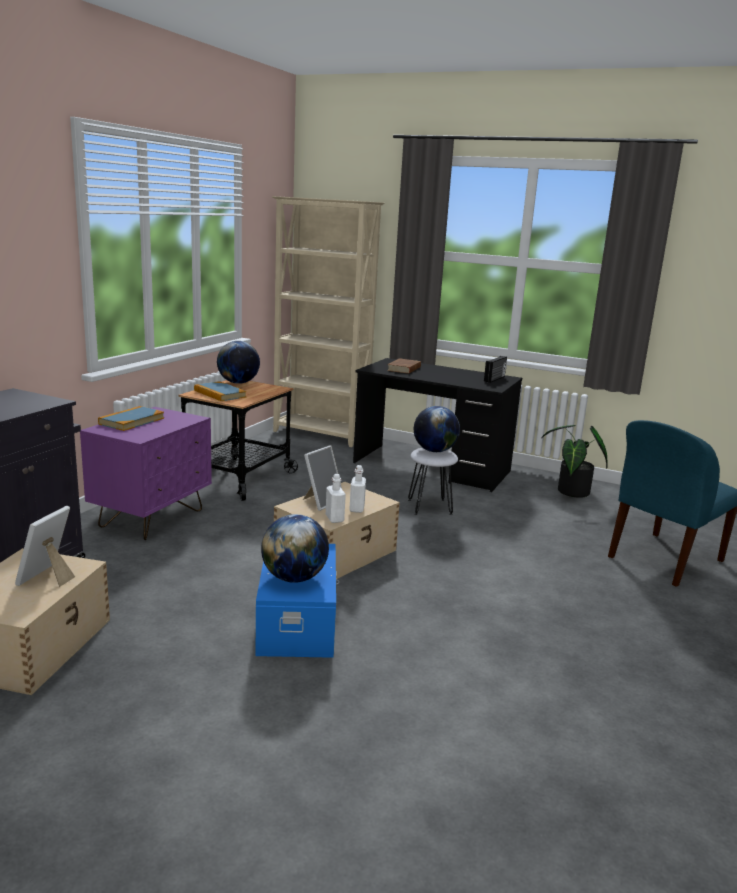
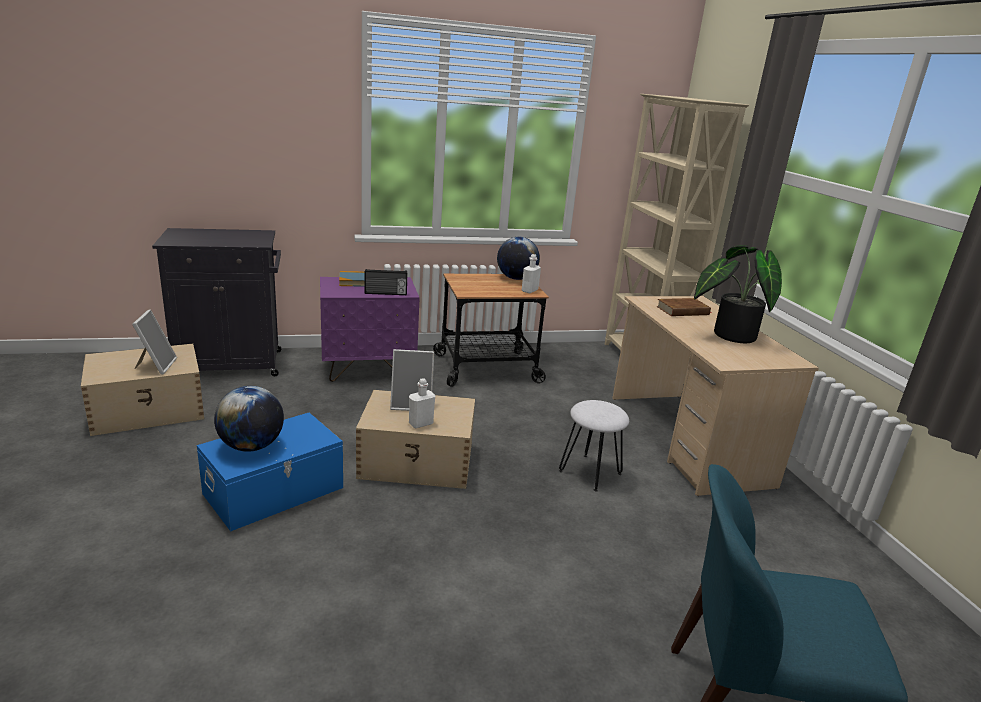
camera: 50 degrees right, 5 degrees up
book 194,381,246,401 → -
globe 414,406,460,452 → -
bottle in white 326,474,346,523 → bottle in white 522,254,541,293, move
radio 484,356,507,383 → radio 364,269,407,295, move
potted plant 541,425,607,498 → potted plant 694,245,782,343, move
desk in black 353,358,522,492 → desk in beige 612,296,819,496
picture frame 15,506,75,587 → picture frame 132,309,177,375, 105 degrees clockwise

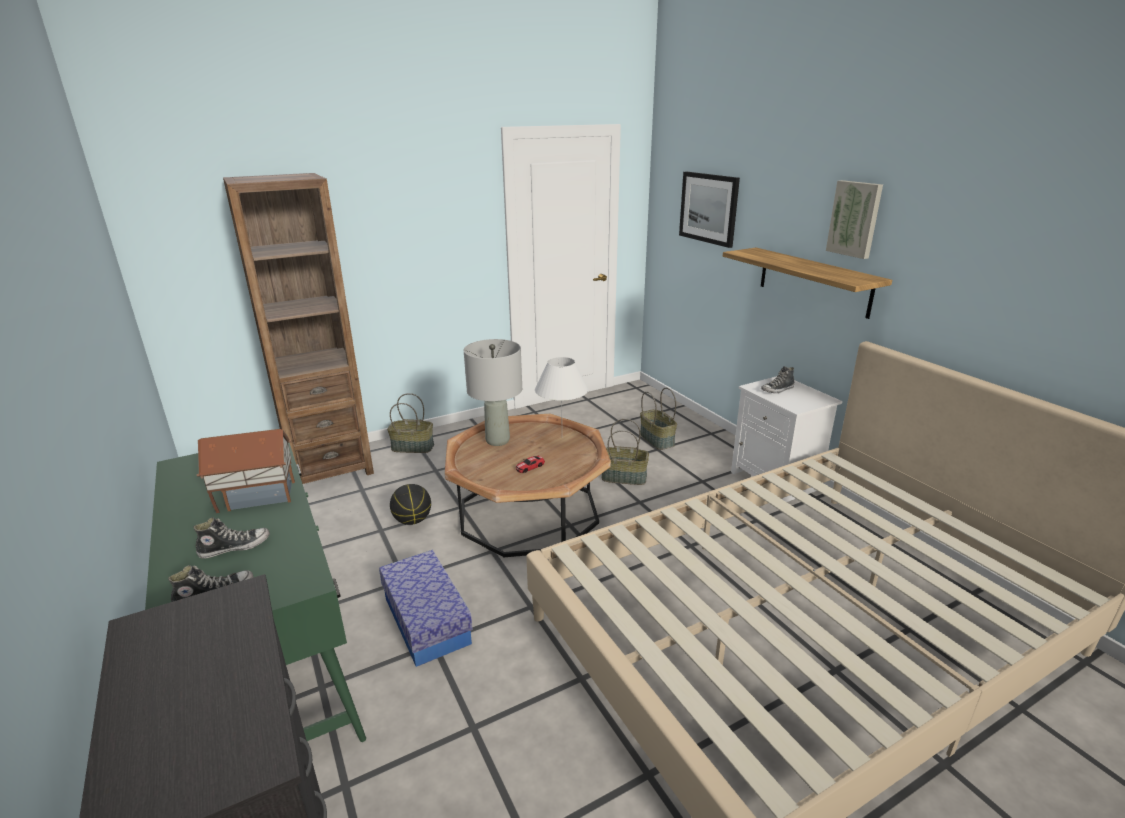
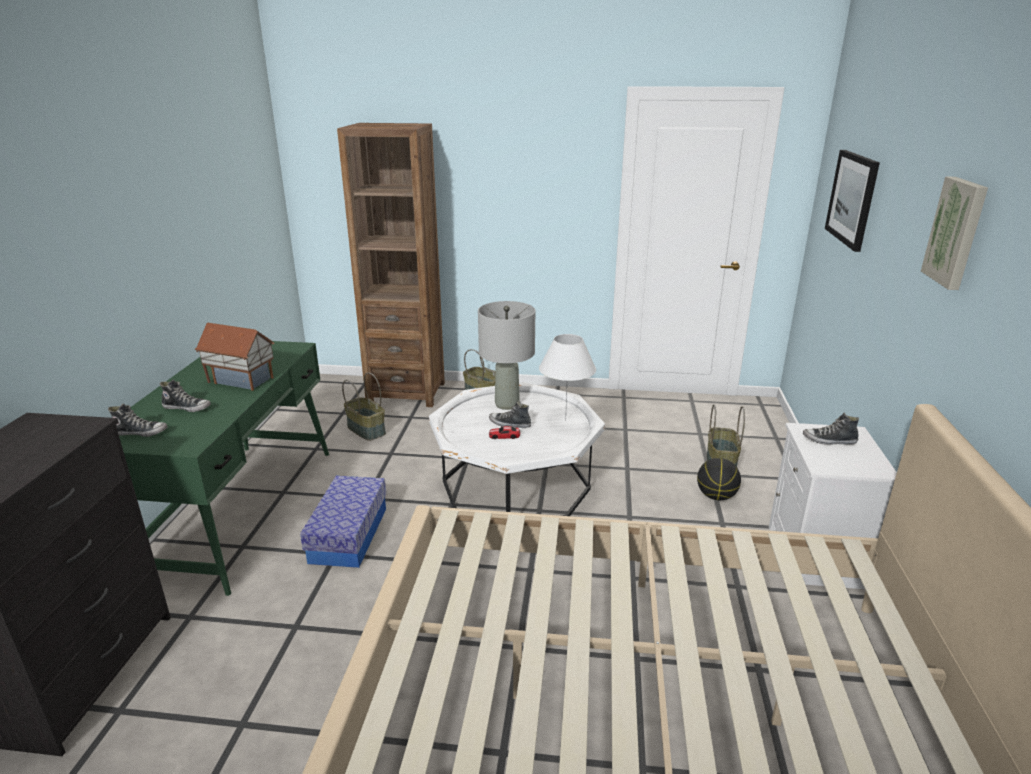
camera: 35 degrees right, 0 degrees up
shelf 723,248,892,319 → -
- → shoe 489,401,531,428
basketball 390,484,431,525 → basketball 697,458,741,500, move
basket 602,419,649,485 → basket 342,372,386,441, move
coffee table in brown 445,414,611,557 → coffee table in white 429,382,605,516

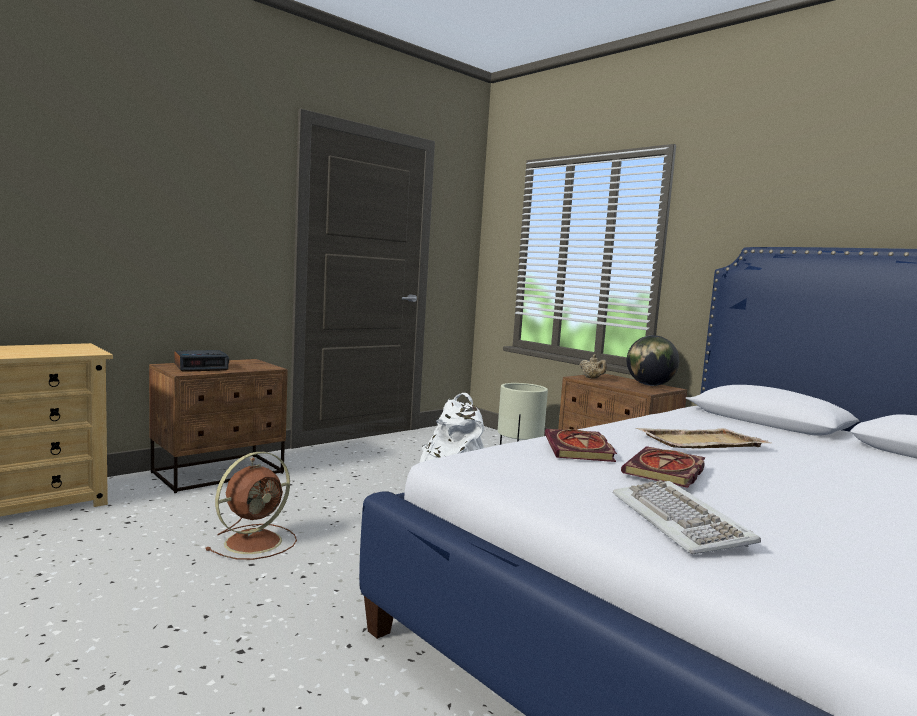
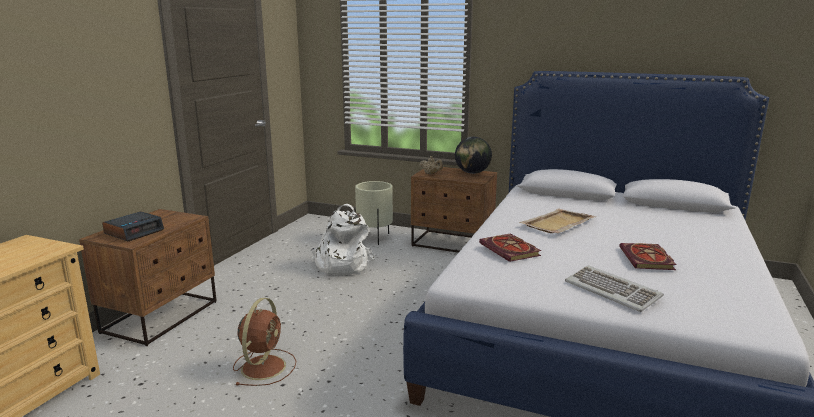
camera: 25 degrees left, 10 degrees up
book 621,446,706,488 → book 619,243,676,270, move

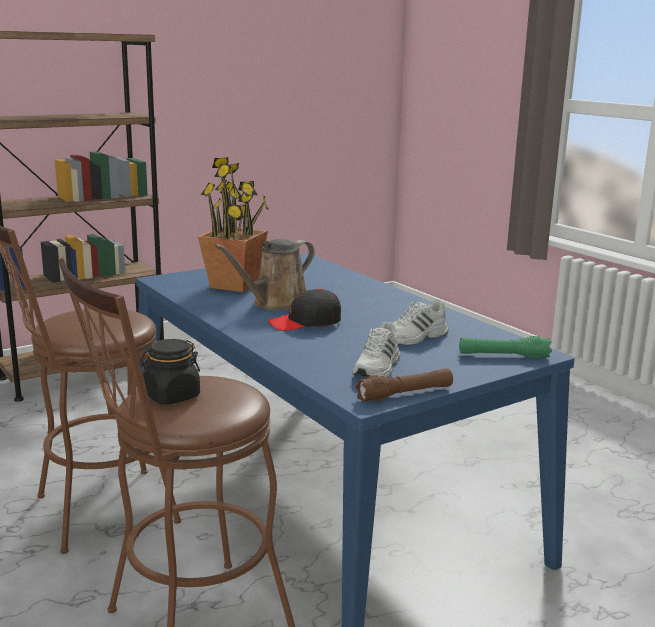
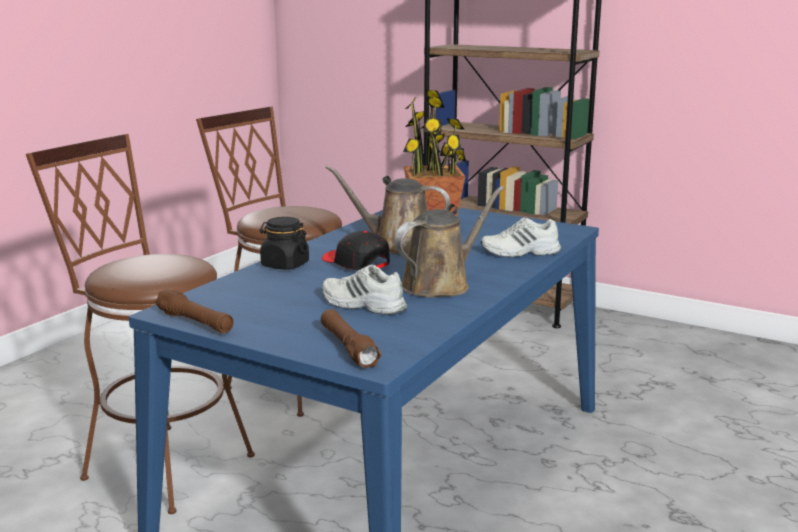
camera: 65 degrees right, 0 degrees up
- → watering can in brown 394,186,504,297
jar in black 140,339,200,405 → jar in black 260,217,309,270, move
shoe in white 352,322,400,378 → shoe in white 481,217,561,257, move
flashlight in green 459,336,552,359 → flashlight in brown 321,309,381,368

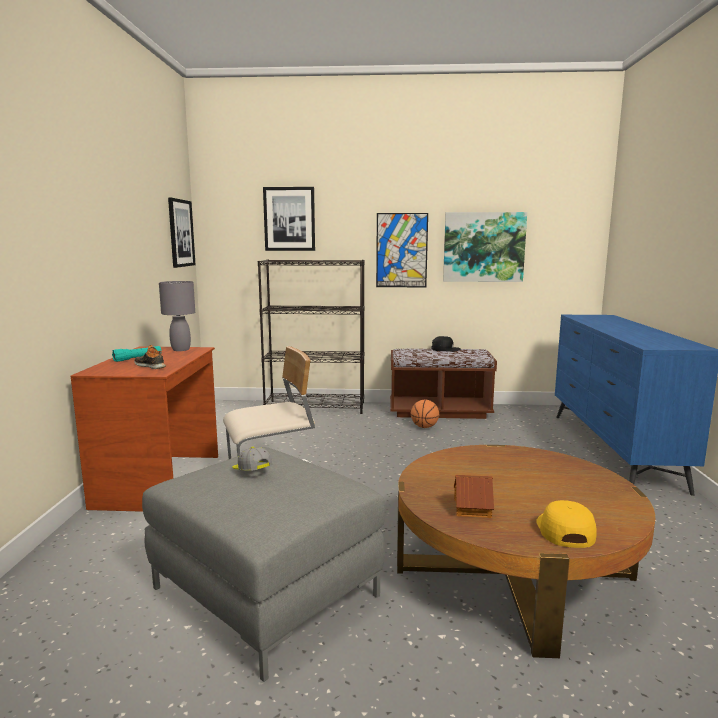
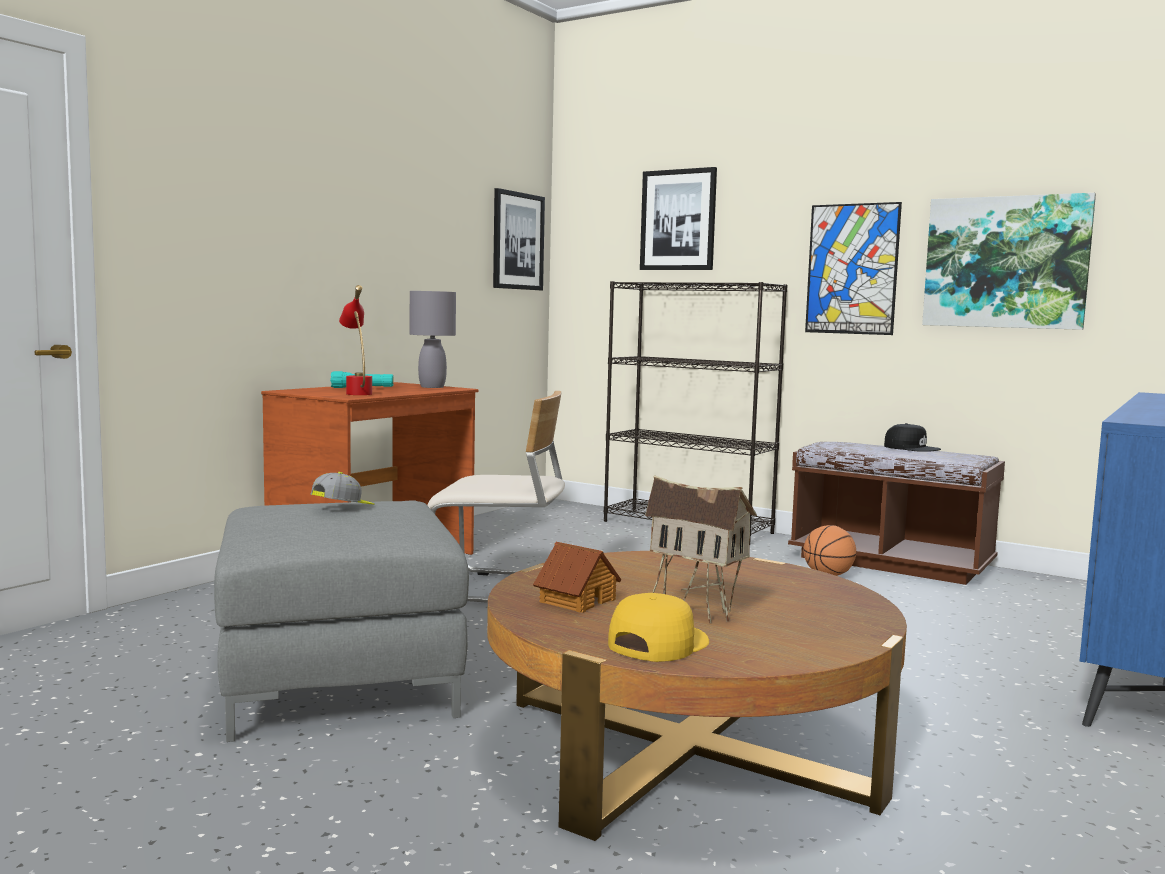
camera: 30 degrees right, 5 degrees down
- → toy house 645,475,757,624
shoe 134,345,166,369 → table lamp in red 339,285,372,395
cap 233,447,272,471 → cap 310,472,375,505, 45 degrees clockwise

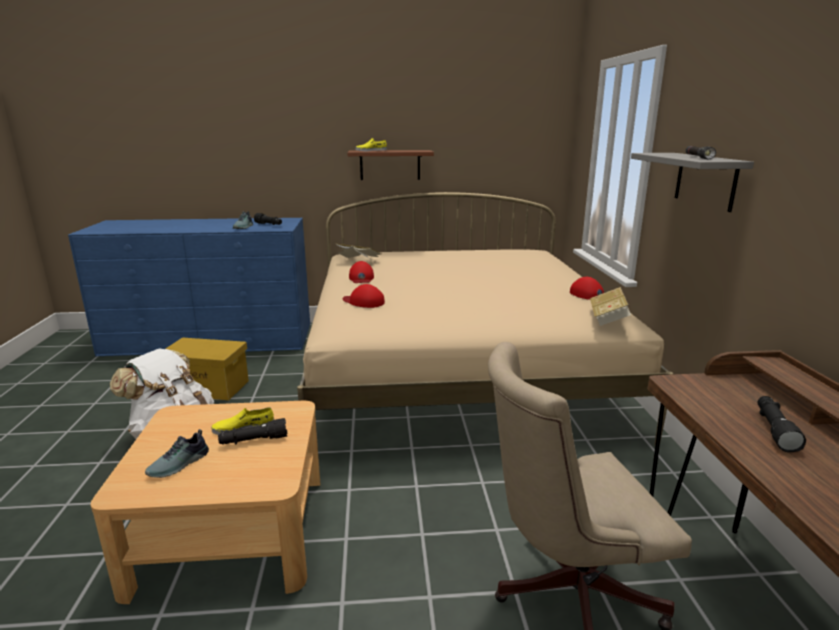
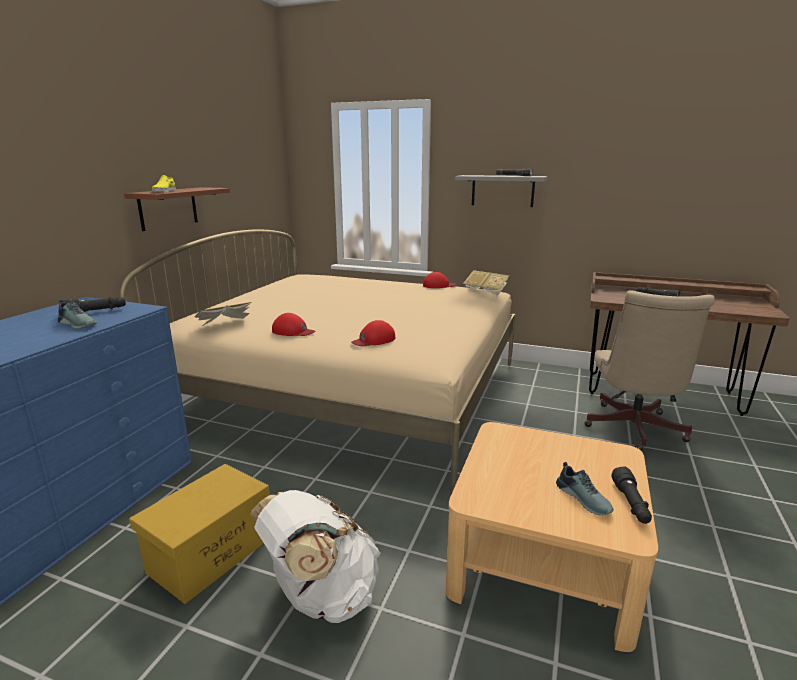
camera: 65 degrees left, 0 degrees up
shoe in yellow 211,407,274,435 → -
flashlight in black 218,418,287,445 → flashlight in black 611,466,652,524, move

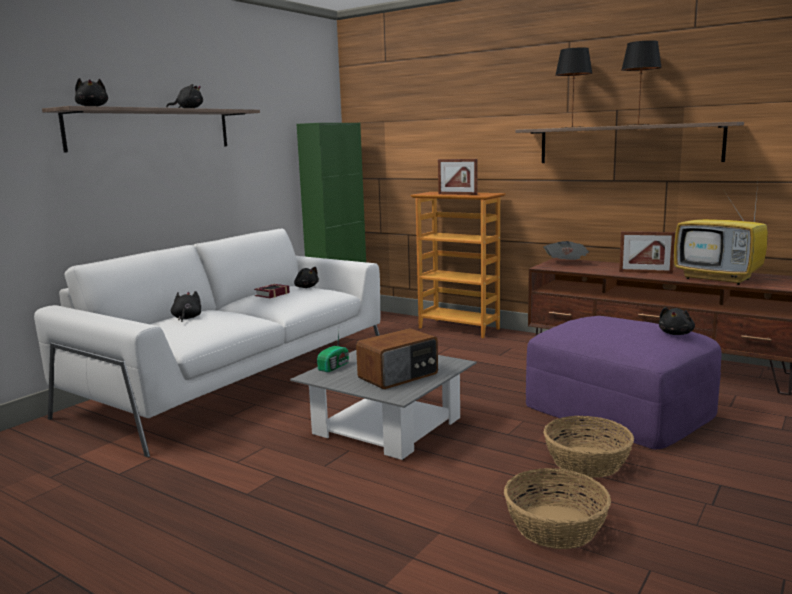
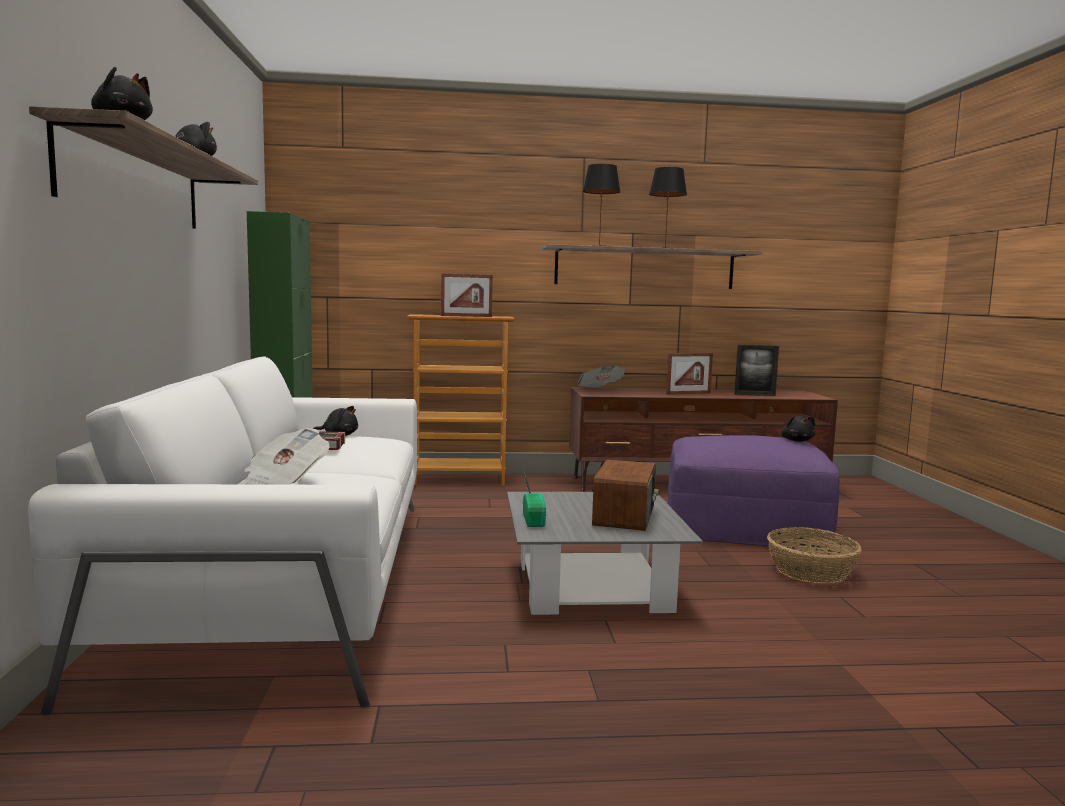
camera: 40 degrees left, 5 degrees down
basket 504,468,611,549 → -
plush toy in black 171,291,201,322 → newspaper 241,428,330,485
television 674,184,768,285 → picture frame 734,345,779,396

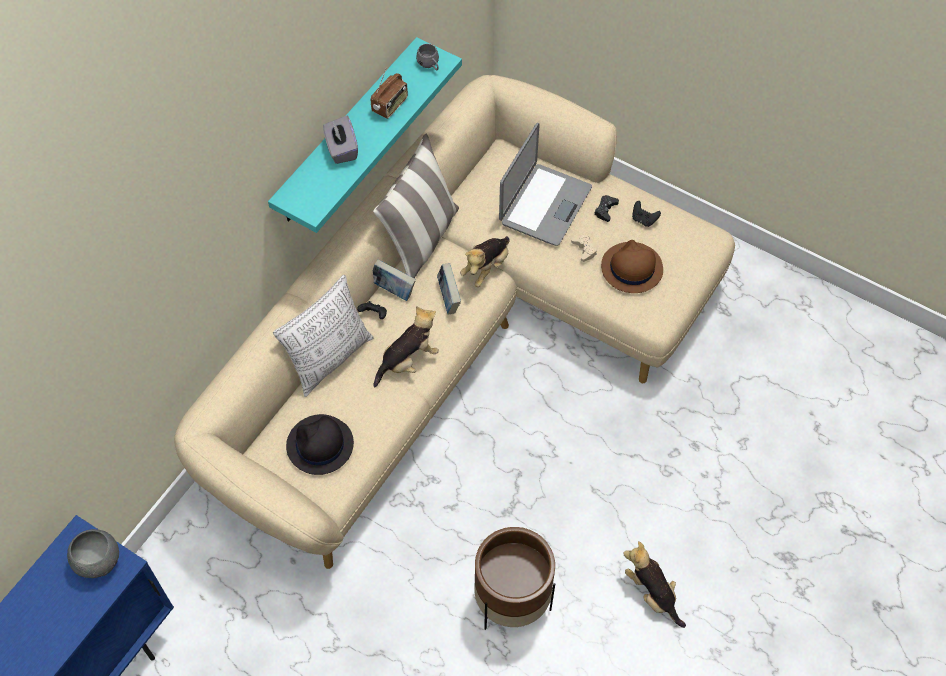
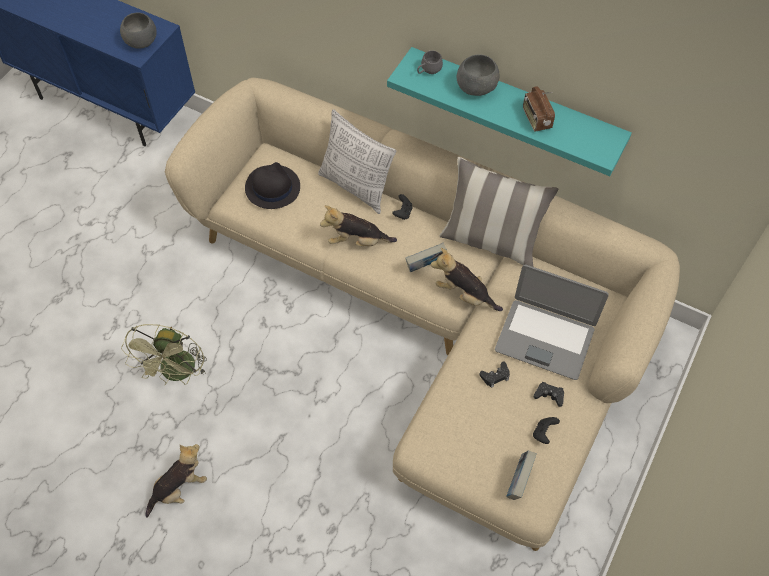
camera: 85 degrees right, 0 degrees up
hat in brown 601,240,663,293 → -
book 373,259,416,301 → book 506,450,537,500, move
mug in grey 416,44,439,71 → mug in grey 417,51,443,74, move
tissue box in grey 323,115,358,164 → bowl in grey 457,54,499,96
planter in brown 474,527,555,630 → fan in green 121,324,207,385
game controller in beige 571,235,597,262 → game controller in black 479,361,510,388
radio 370,69,408,119 → radio 523,86,555,132, 45 degrees clockwise
plush toy 374,306,439,388 → plush toy 320,205,397,247, 135 degrees clockwise

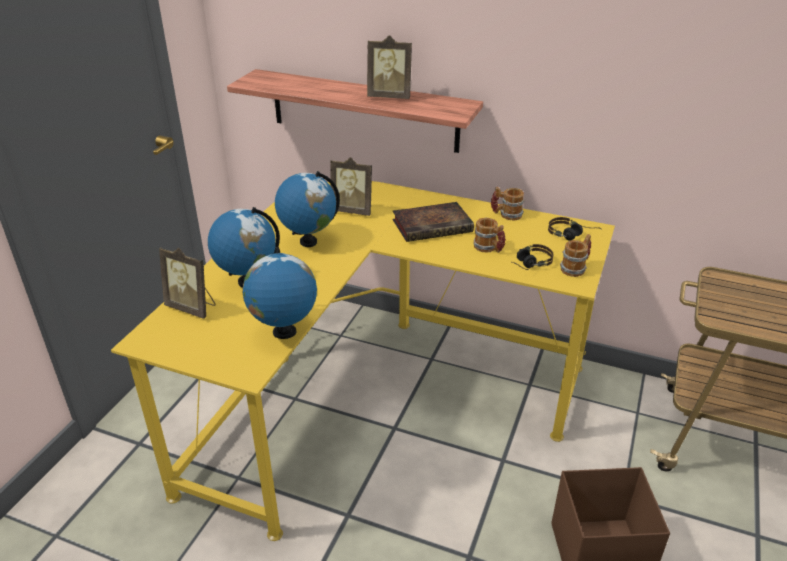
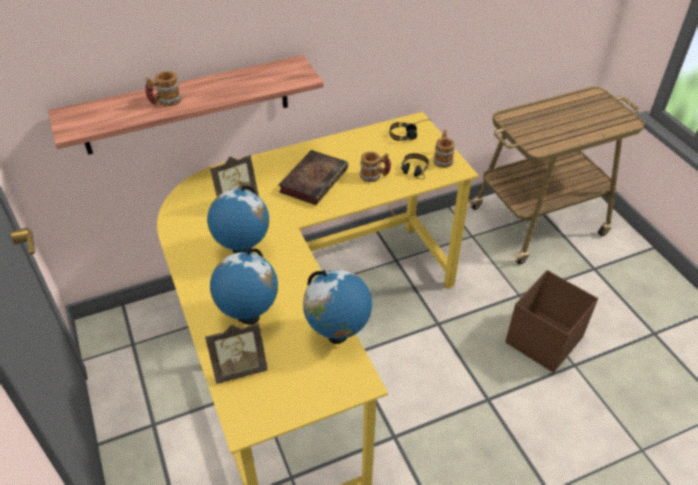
camera: 45 degrees left, 10 degrees up
picture frame 367,35,412,99 → -
mug 491,187,525,221 → mug 145,71,182,106, move

